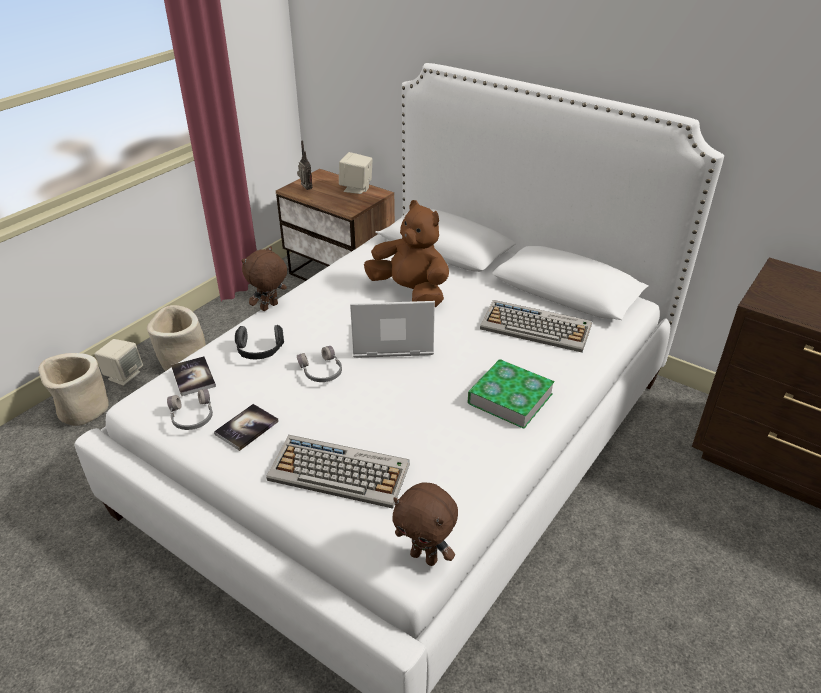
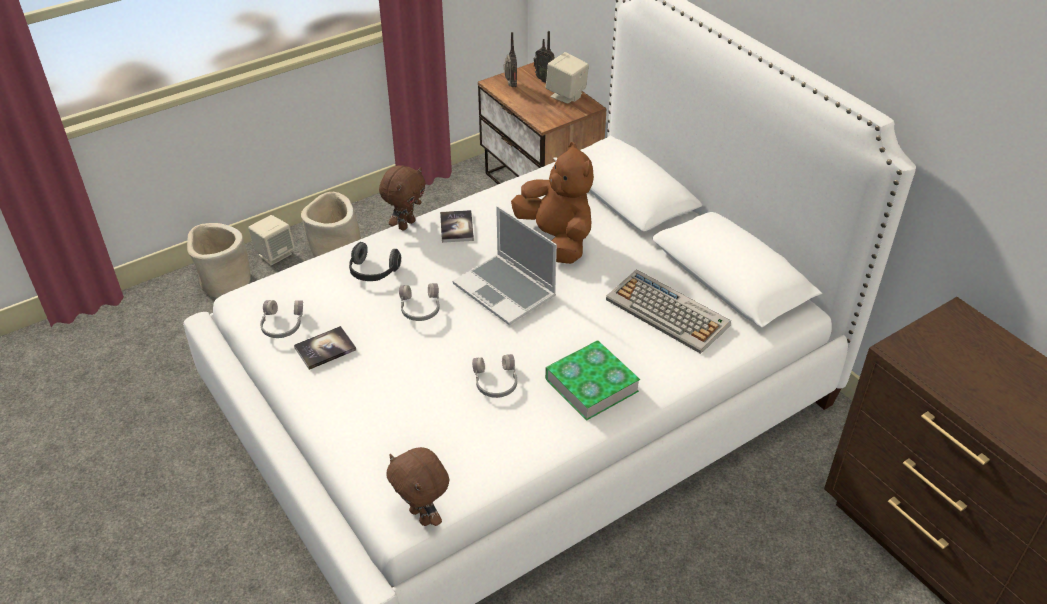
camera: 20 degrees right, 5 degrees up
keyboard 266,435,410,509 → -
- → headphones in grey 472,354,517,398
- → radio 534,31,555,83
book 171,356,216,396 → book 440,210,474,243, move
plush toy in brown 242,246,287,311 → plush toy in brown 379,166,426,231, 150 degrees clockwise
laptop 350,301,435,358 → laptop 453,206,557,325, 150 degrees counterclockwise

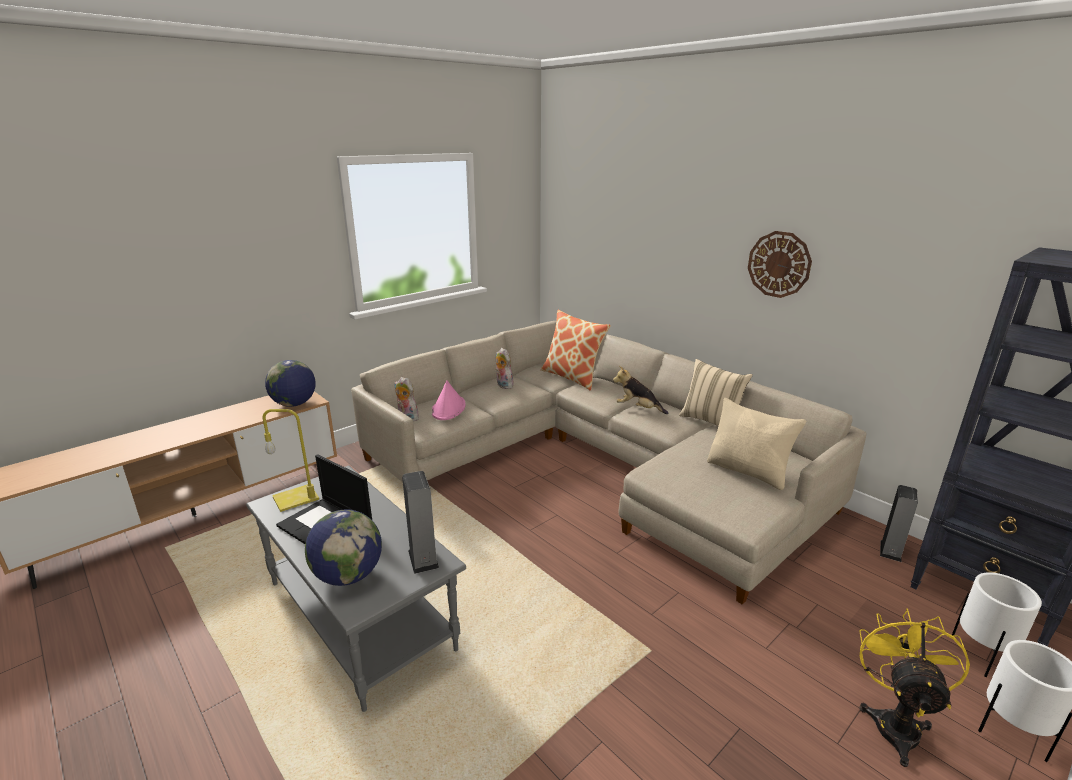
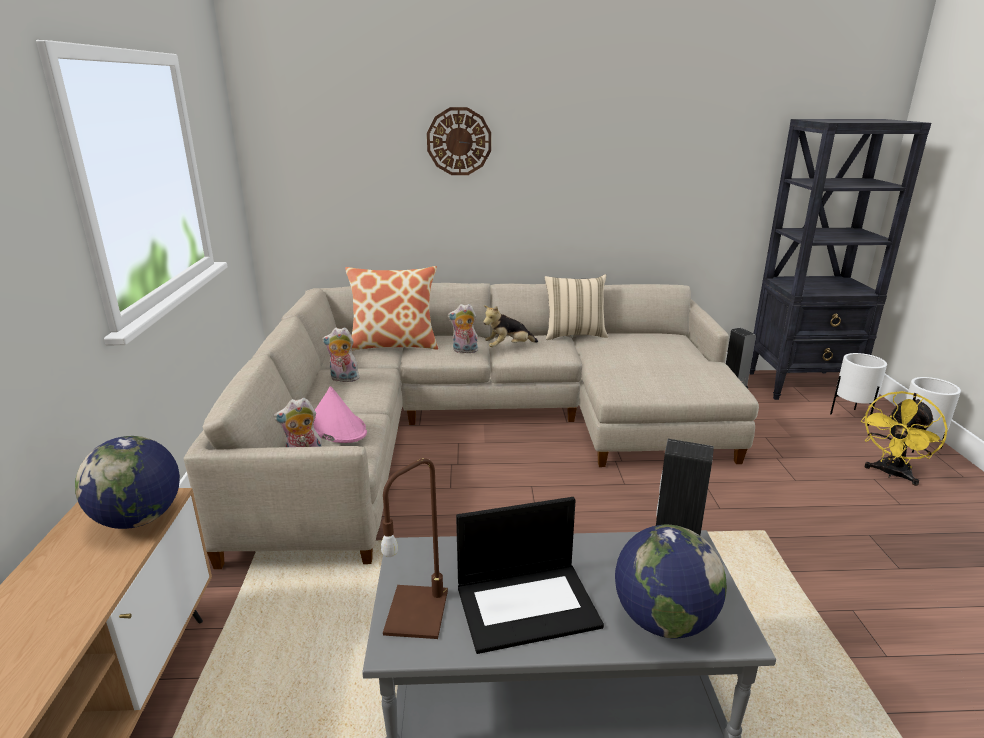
camera: 50 degrees left, 0 degrees up
pillow in beige 707,398,806,490 → -
- → plush toy 448,304,478,353
wall clock 748,231,812,298 → wall clock 427,107,491,175, move
table lamp in yellow 263,409,319,512 → table lamp in brown 381,458,448,639
fan in yellow 859,608,970,767 → fan in yellow 861,391,948,486, 105 degrees counterclockwise

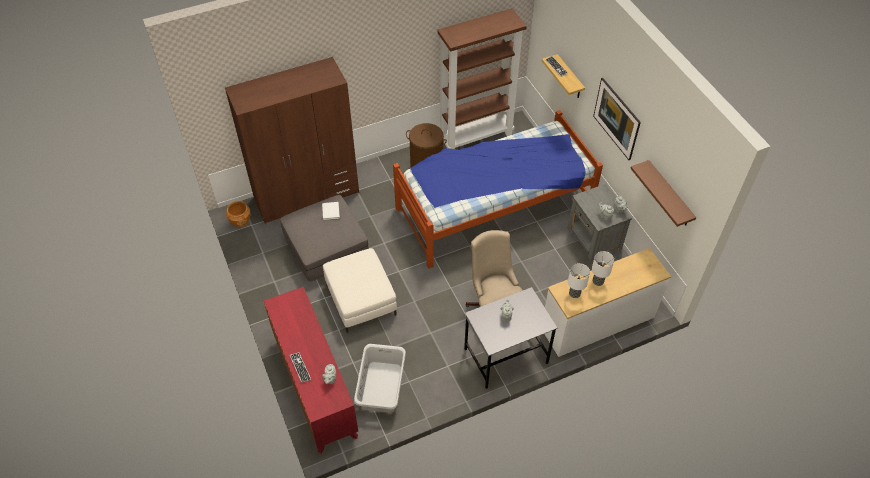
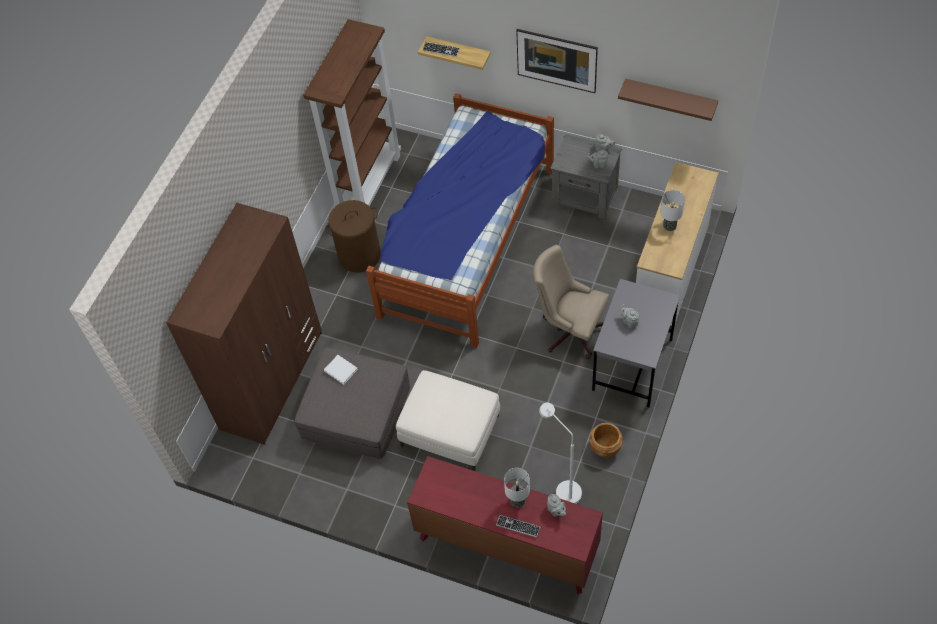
camera: 40 degrees left, 5 degrees up
planter in brown 226,201,251,227 → planter in brown 589,423,623,458, move
table lamp 568,263,590,298 → table lamp 504,468,530,507, move
laundry basket in grey 354,344,406,412 → floor lamp in white 539,402,582,504

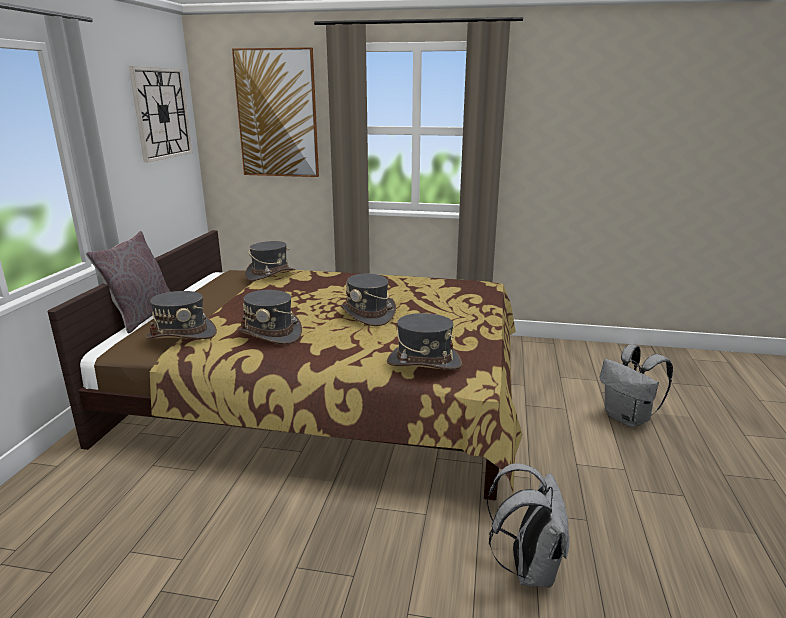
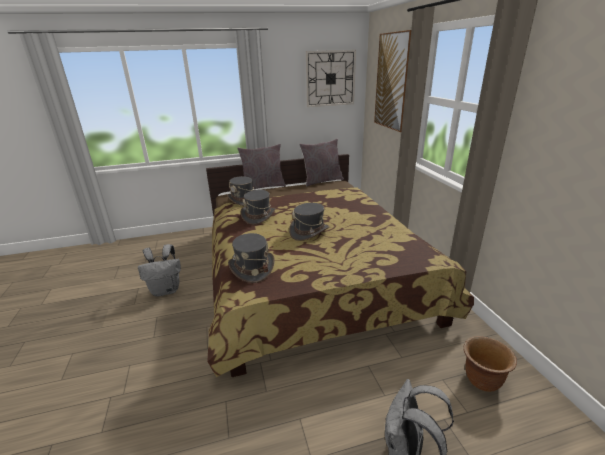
camera: 65 degrees right, 5 degrees up
hat in grey 245,241,295,281 → -
- → pillow in grey 299,139,344,186
- → planter in brown 464,336,517,392
backpack in grey 487,463,569,588 → backpack in grey 138,244,181,297, move

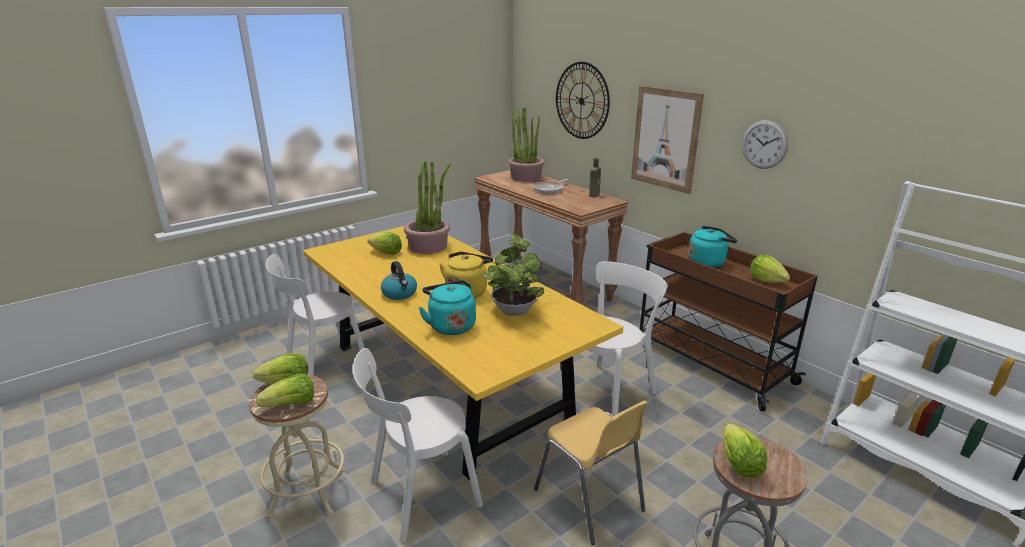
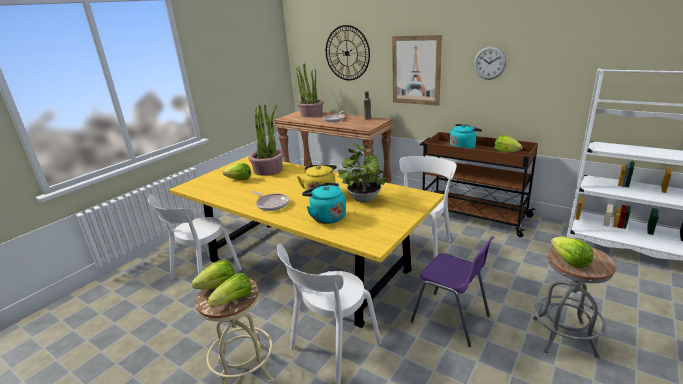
camera: 15 degrees left, 0 degrees up
kettle 381,261,417,300 → frying pan 252,191,289,211
chair in yellow 534,401,648,545 → chair in purple 410,236,494,347

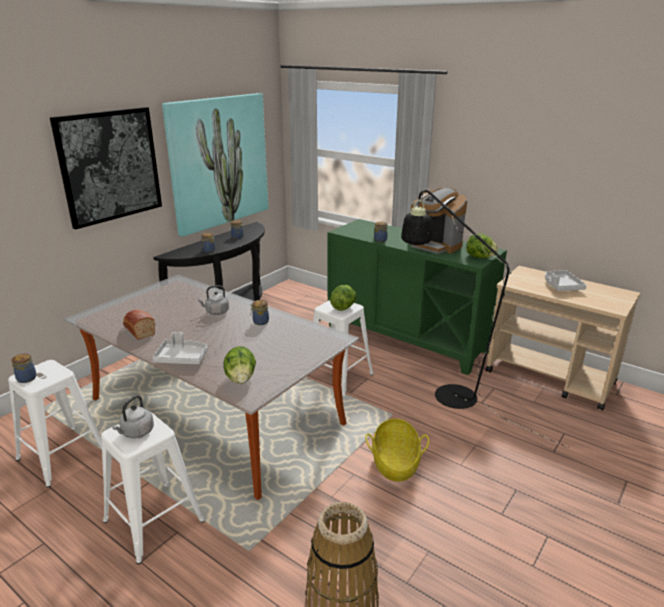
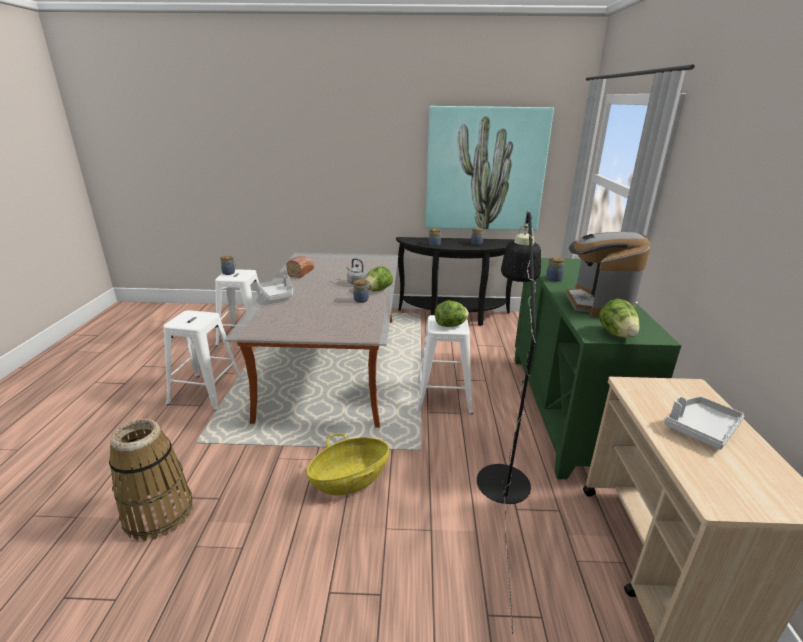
camera: 55 degrees right, 0 degrees up
picture 50,107,162,229 → -
kettle in grey 113,395,154,438 → -
lettuce 224,346,256,384 → lettuce 365,266,393,291, move

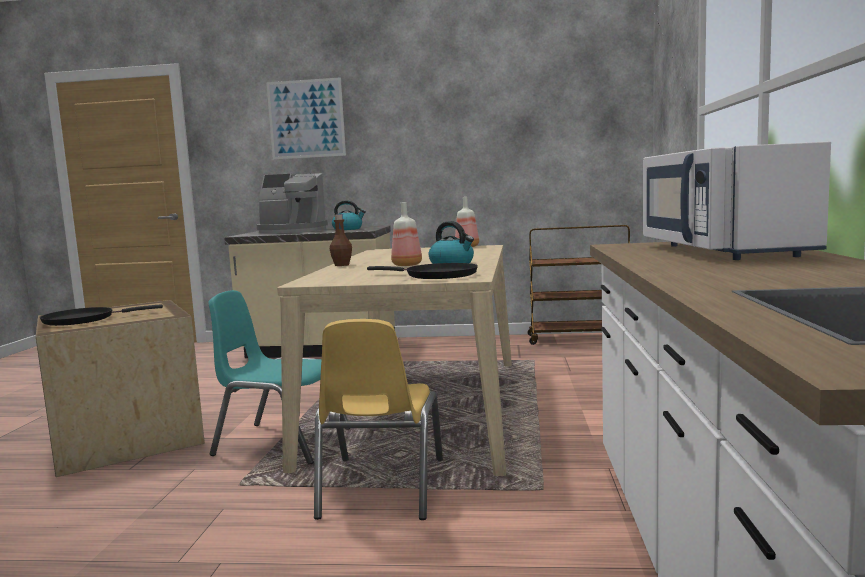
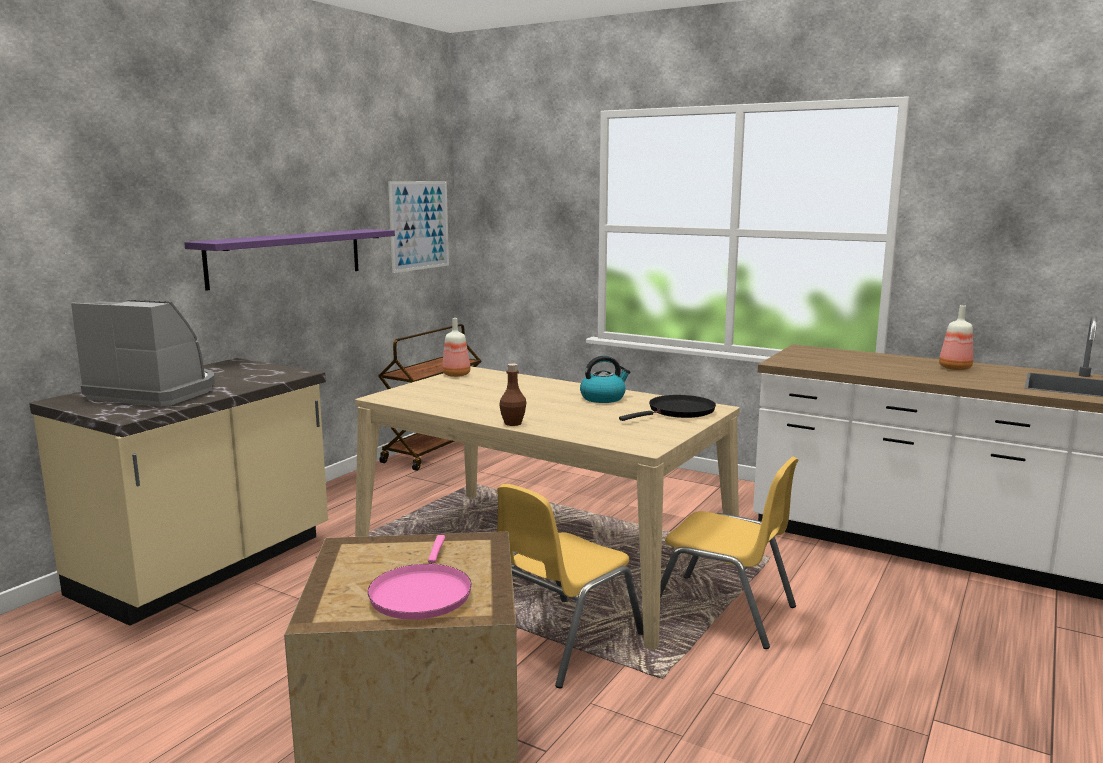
camera: 65 degrees left, 5 degrees up
kettle 332,200,366,230 → -
microwave in white 643,141,831,260 → -
- → shelf in purple 184,229,395,291
picture 266,77,346,160 → picture 388,181,449,273, move
bottle 391,202,422,266 → bottle 939,305,973,370, move
frying pan in black 40,304,163,326 → frying pan in pink 367,535,472,619
chair in turquoise 208,290,351,464 → chair in yellow 497,484,644,688
coffee machine 257,173,328,234 → coffee machine 71,300,215,406, 105 degrees counterclockwise

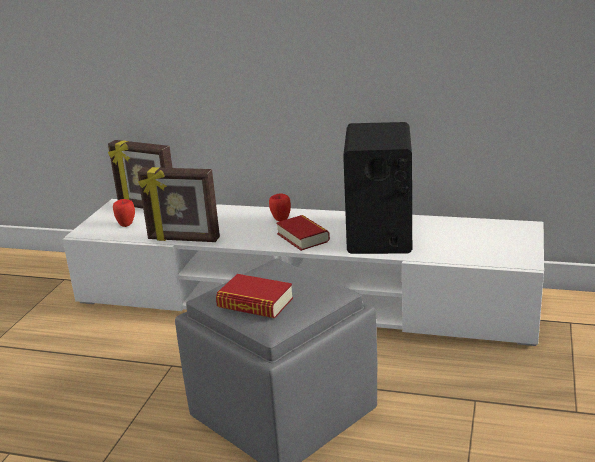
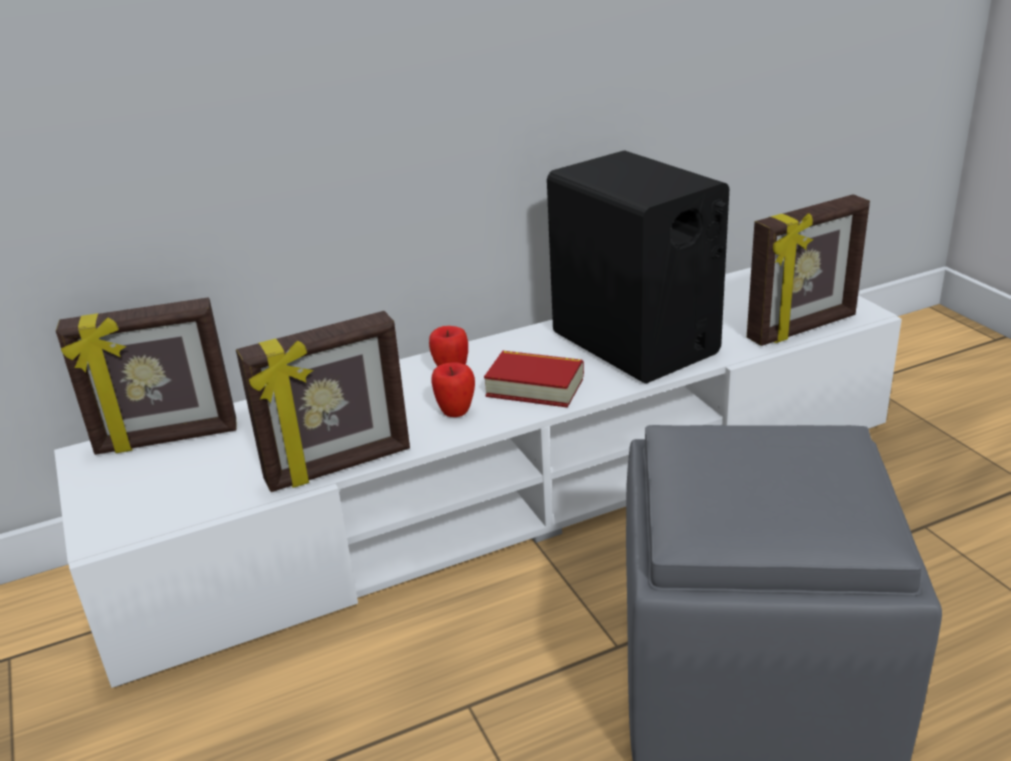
camera: 40 degrees left, 5 degrees up
book 216,274,293,318 → -
- → picture frame 747,194,870,346
apple 113,199,135,227 → apple 431,363,475,417, move

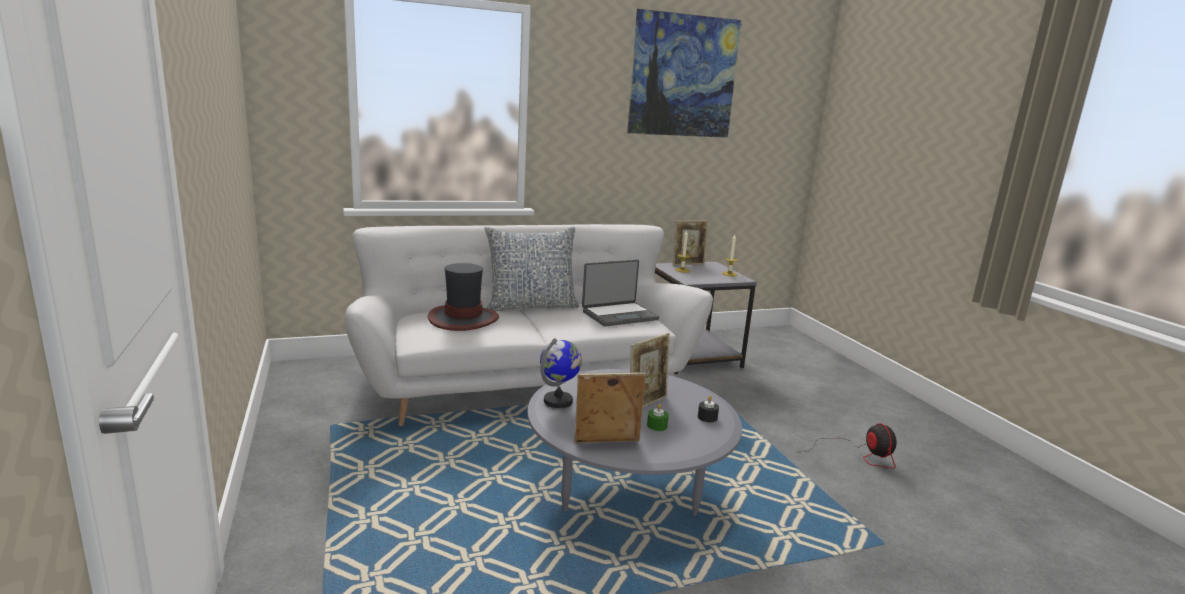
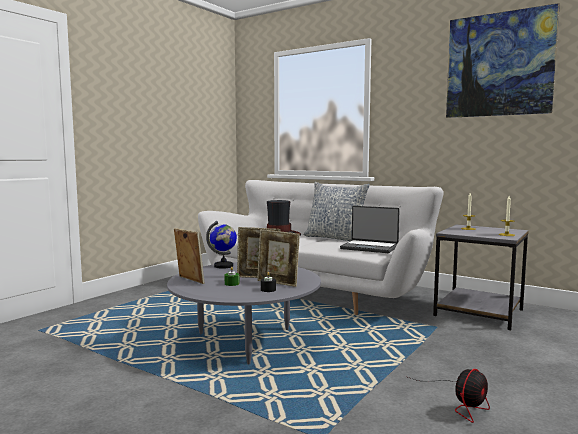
camera: 55 degrees right, 10 degrees down
picture frame 673,221,708,266 → picture frame 257,229,300,287, move

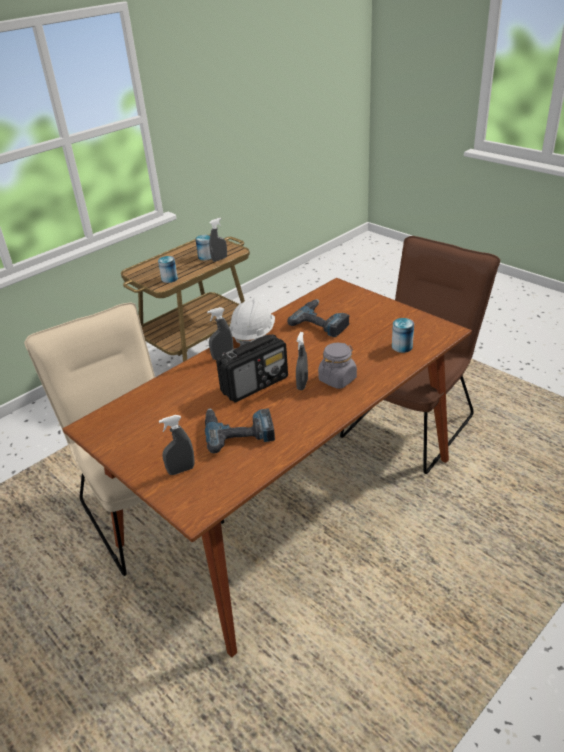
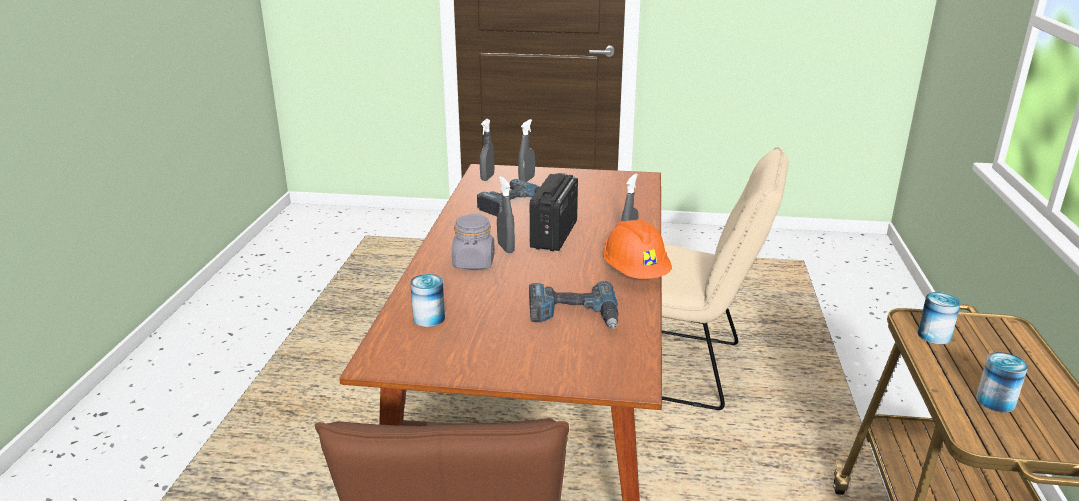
camera: 140 degrees right, 10 degrees down
spray bottle in grey 209,218,227,262 → spray bottle in grey 480,119,494,181, move
hard hat in white 229,298,275,346 → hard hat in orange 602,219,672,279

